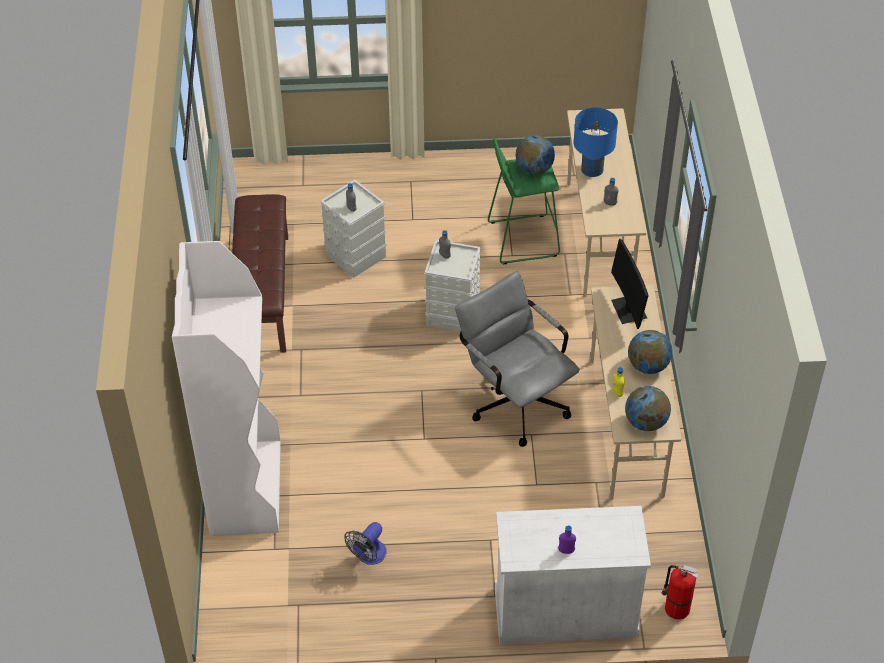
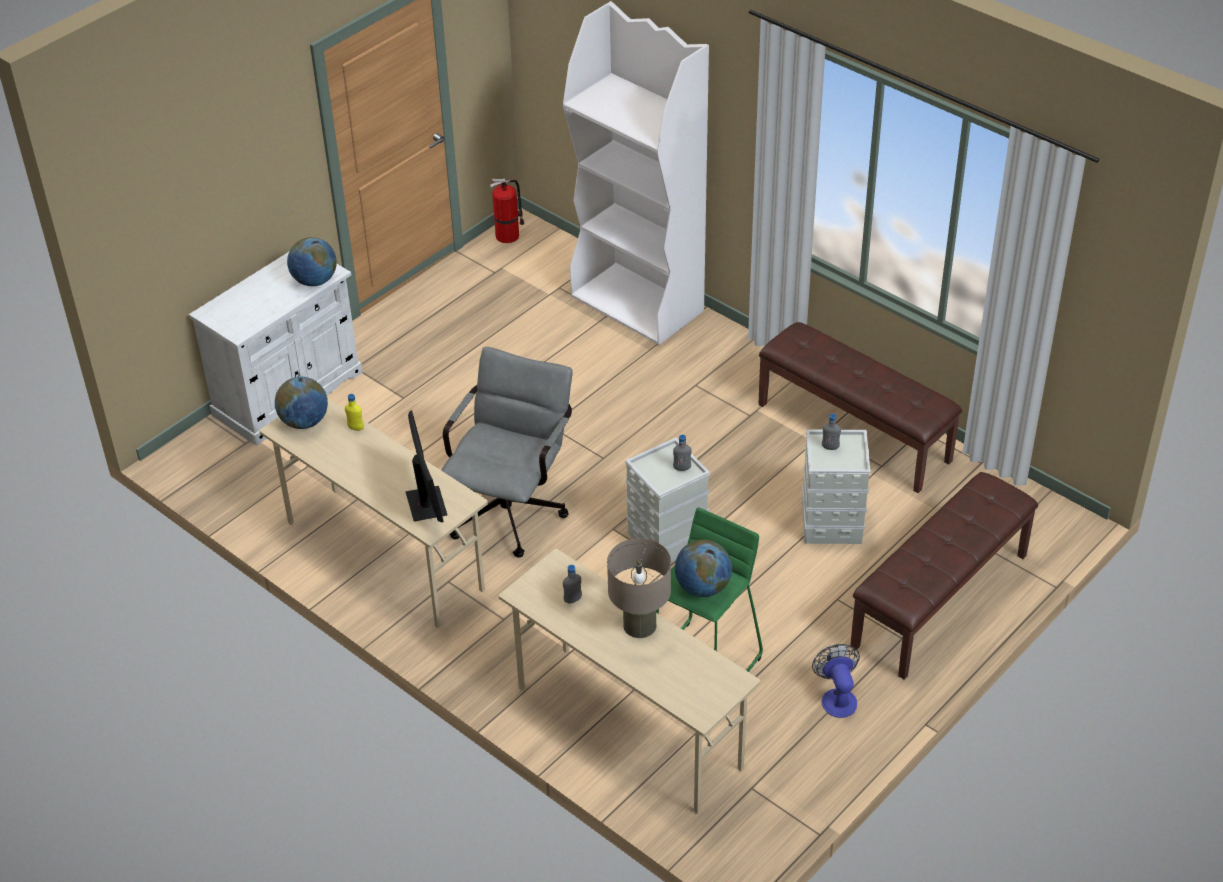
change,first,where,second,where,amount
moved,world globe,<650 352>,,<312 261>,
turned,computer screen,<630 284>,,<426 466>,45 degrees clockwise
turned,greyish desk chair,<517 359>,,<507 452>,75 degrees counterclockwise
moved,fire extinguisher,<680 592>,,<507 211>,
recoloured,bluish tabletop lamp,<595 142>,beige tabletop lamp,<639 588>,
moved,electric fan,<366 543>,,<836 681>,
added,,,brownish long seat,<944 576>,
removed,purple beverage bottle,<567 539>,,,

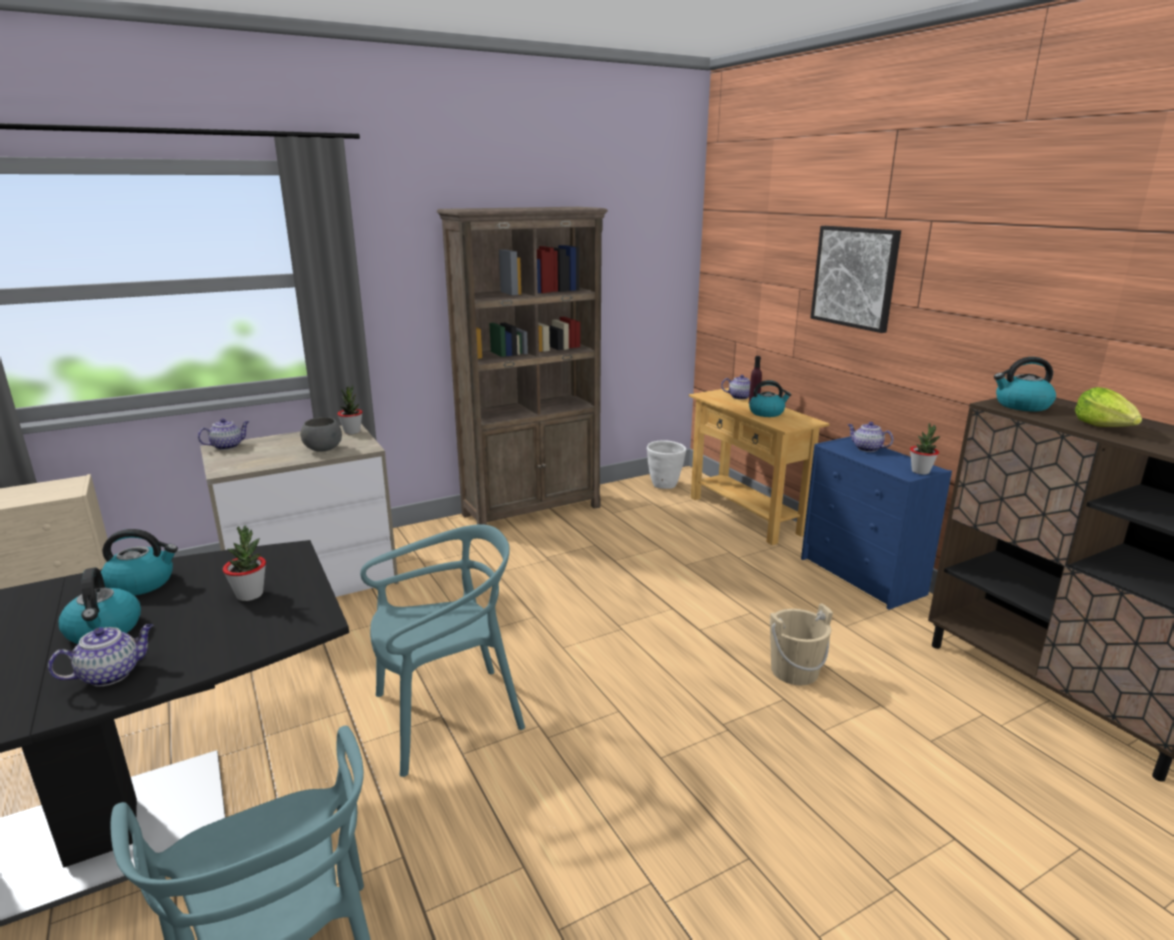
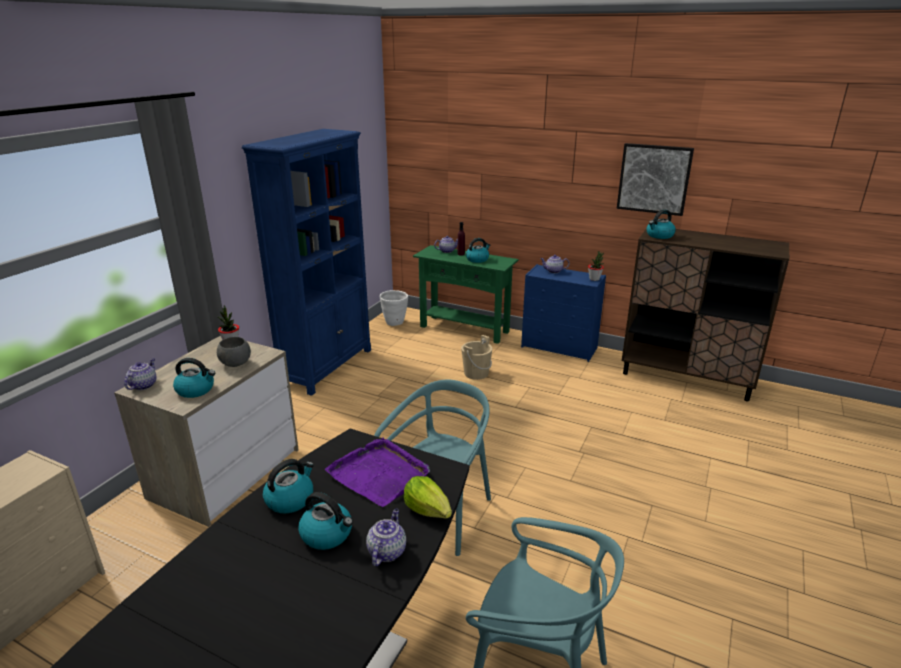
change,first,where,second,where,amount
added,,,kettle,<194 378>,
recoloured,brownish shelving unit,<522 366>,bluish shelving unit,<306 262>,
replaced,houseplant,<244 563>,purple tray,<377 472>,
moved,lettuce,<1108 407>,,<428 497>,
recoloured,beige narrow table,<759 466>,greenish narrow table,<466 294>,
moved,beige bucket,<801 644>,,<477 357>,
moved,wall art,<856 279>,,<655 179>,

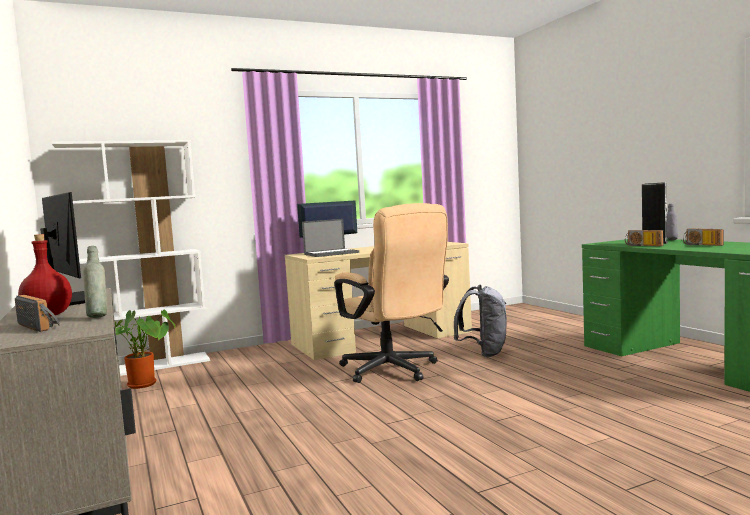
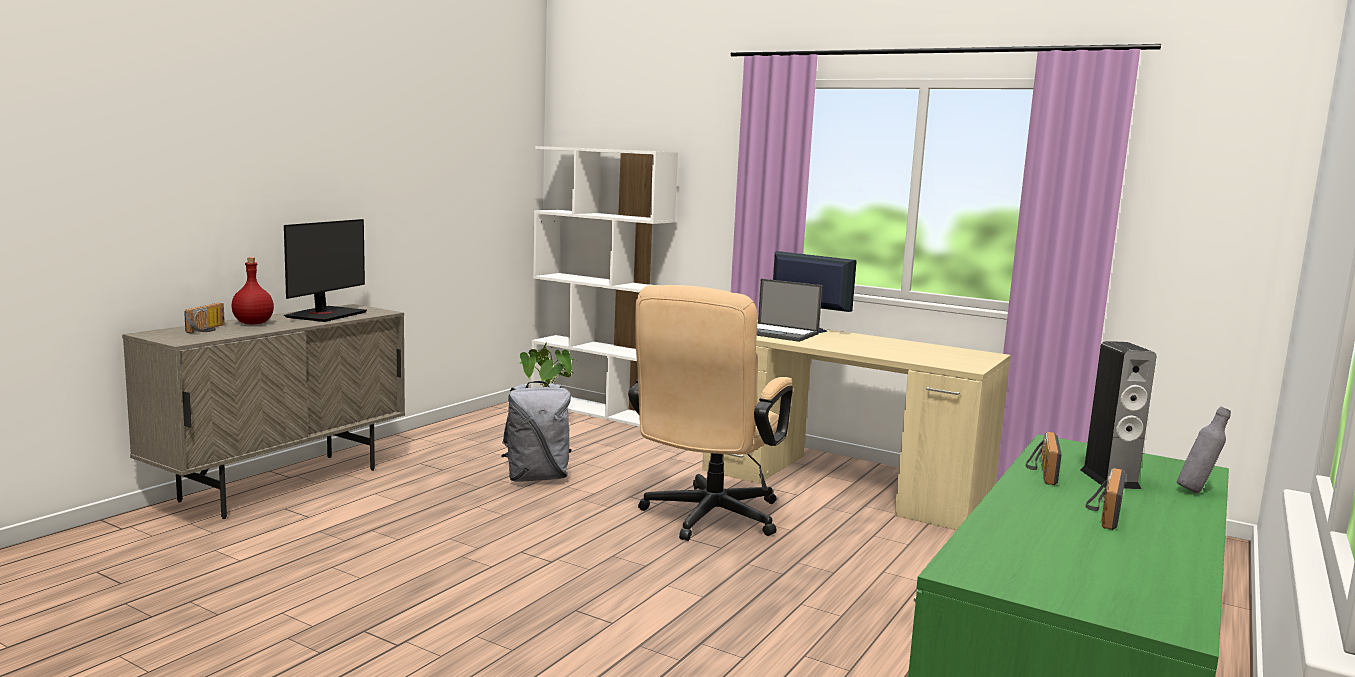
change,first,where,second,where,amount
moved,greyish rucksack,<480 321>,,<537 431>,
removed,greyish beverage bottle,<95 282>,,,

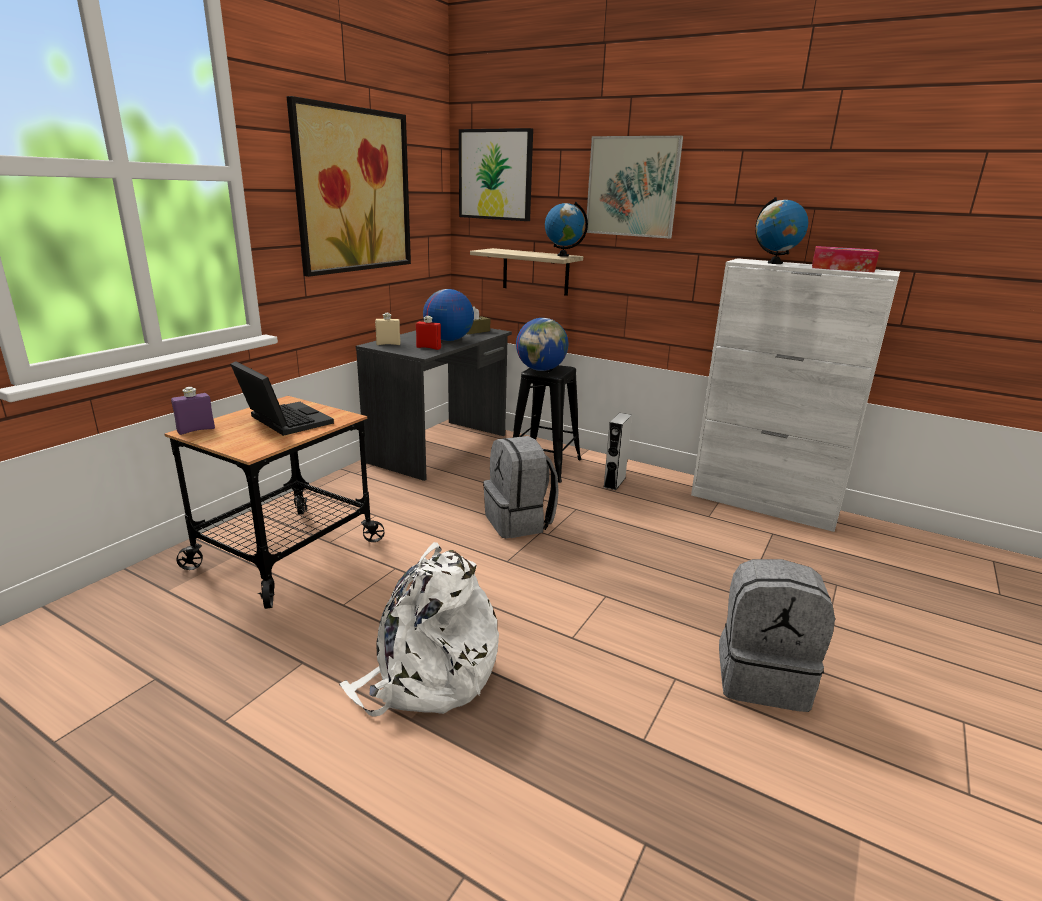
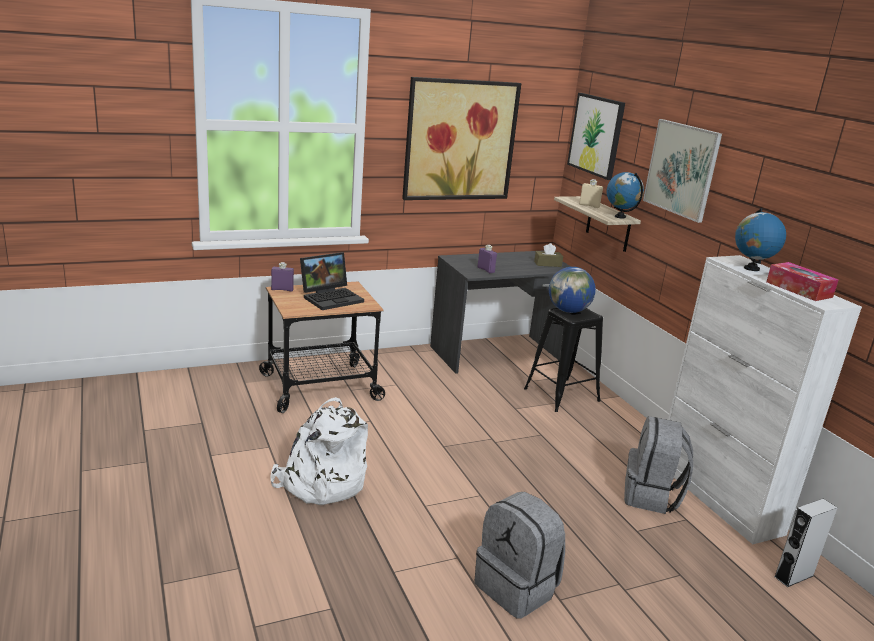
change,first,where,second,where,amount
turned,notebook computer,<282 398>,,<332 281>,60 degrees clockwise
recoloured,red beverage bottle,<428 333>,purple beverage bottle,<487 259>,
moved,beige beverage bottle,<387 329>,,<591 193>,
moved,greyish rucksack,<521 487>,,<658 465>,
moved,greyish audio speaker,<617 451>,,<805 543>,
removed,world globe,<448 315>,,,

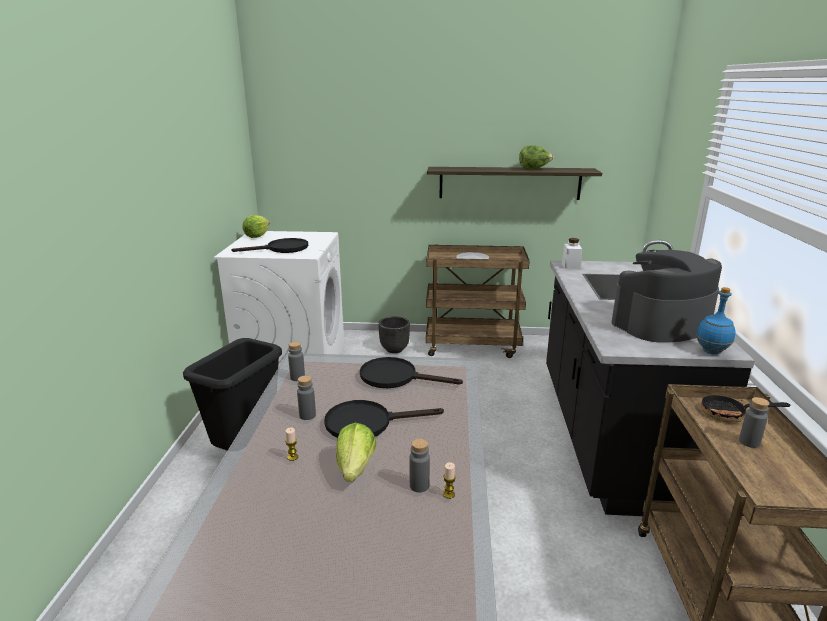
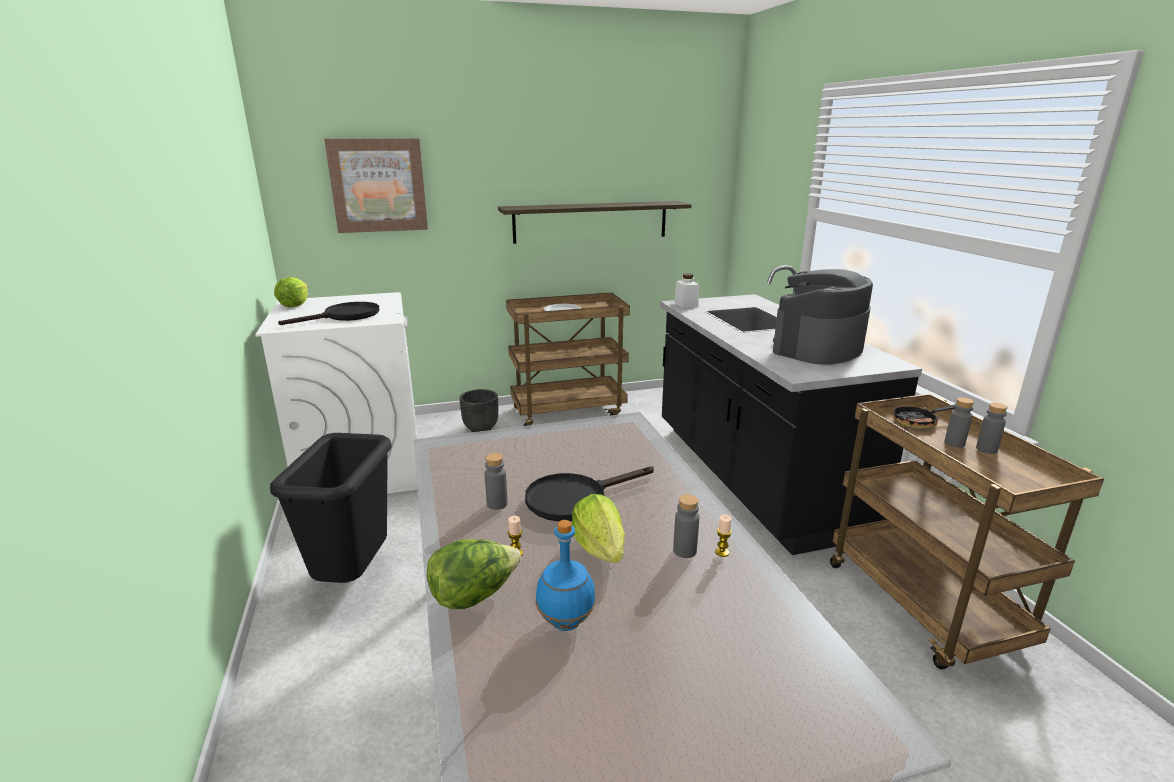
change,first,where,second,where,amount
added,,,wall art,<376 185>,
moved,lettuce,<536 157>,,<474 574>,
moved,bluish beverage bottle,<716 321>,,<566 575>,
moved,greyish beverage bottle,<296 361>,,<992 428>,
removed,blackish pan,<411 372>,,,

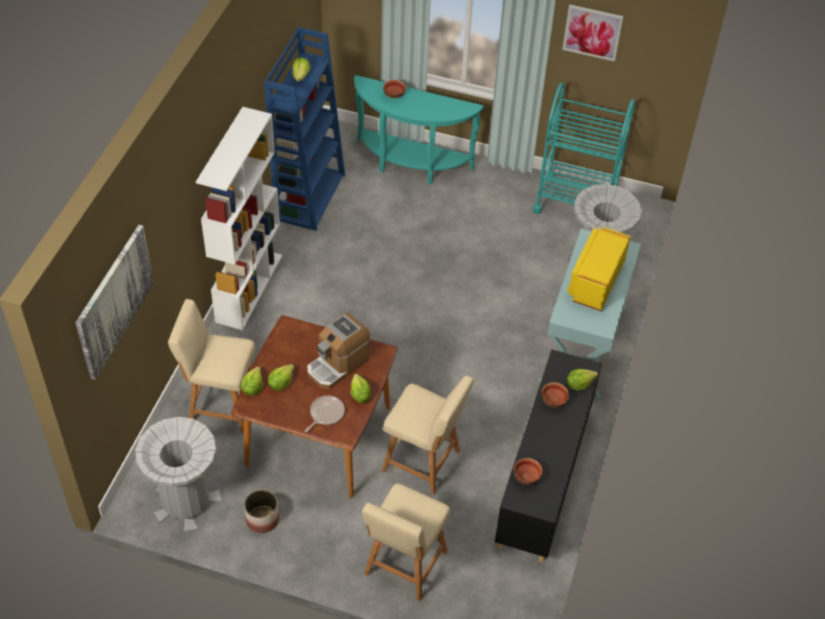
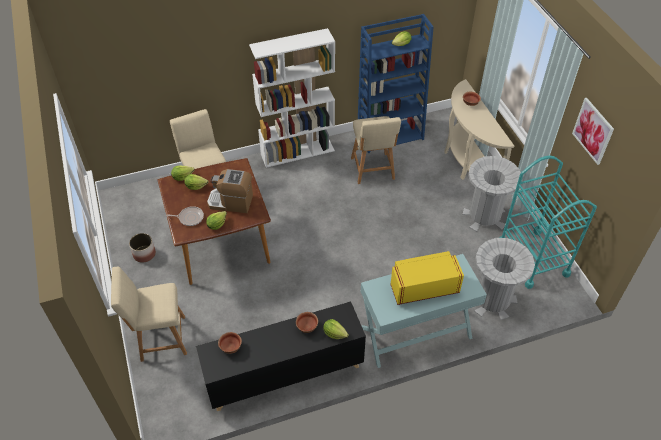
change,first,where,second,where,amount
moved,beige stool,<428 435>,,<376 150>,
recoloured,turquoise narrow table,<419 129>,beige narrow table,<479 129>,
moved,greyish trash can,<178 474>,,<491 194>,
removed,wall art,<114 302>,,,

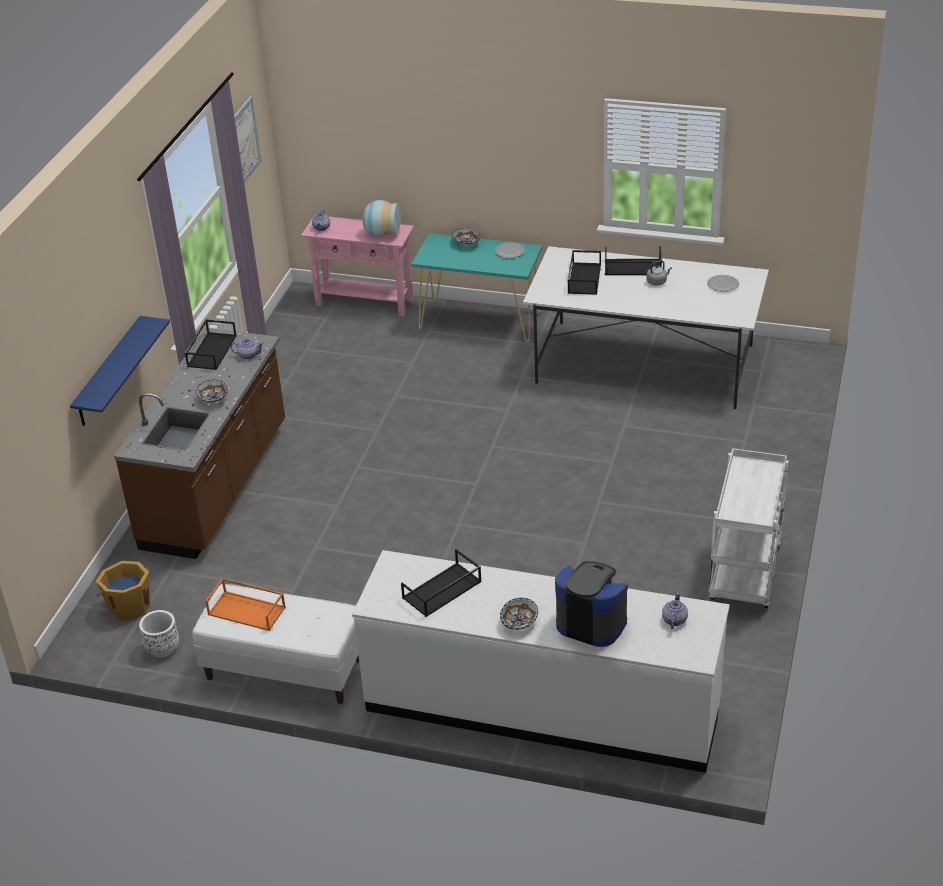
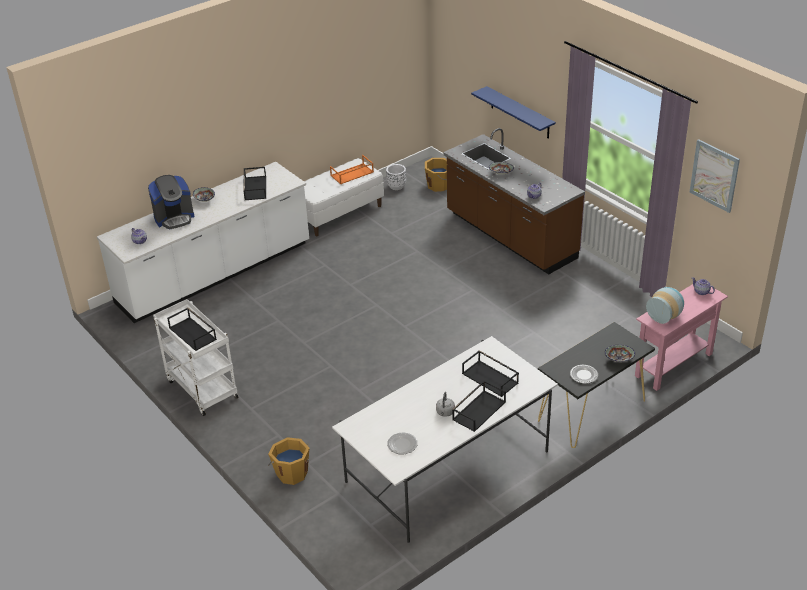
change,first,where,second,where,amount
moved,blackish tray,<211 344>,,<192 329>,
added,,,orange-coloured bucket,<288 461>,
recoloured,turquoise narrow table,<476 287>,blackish narrow table,<596 385>,

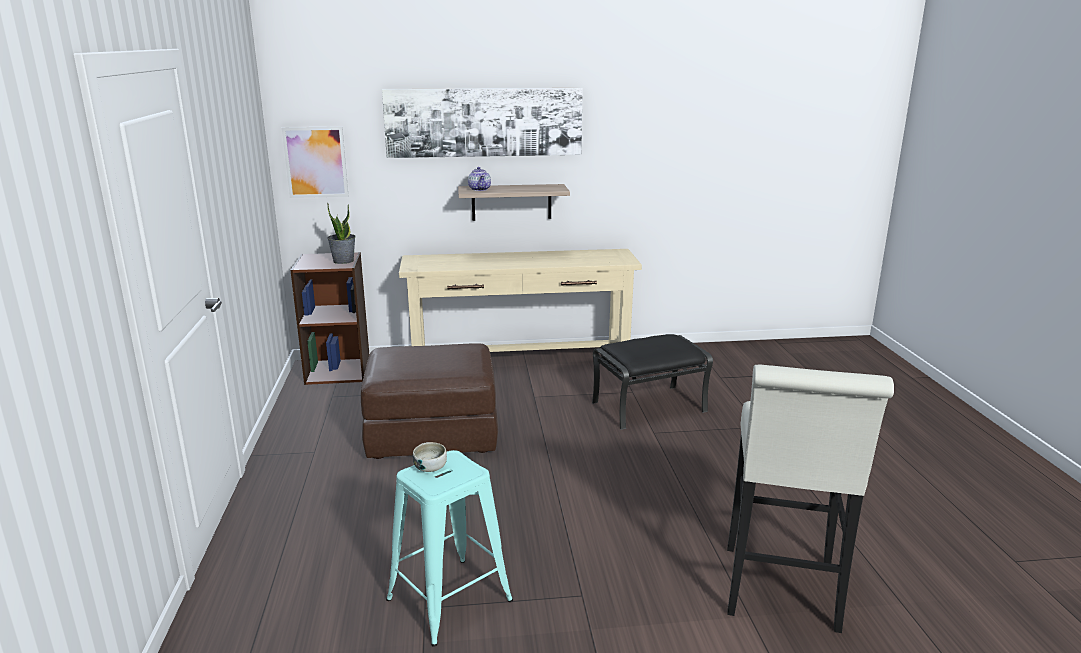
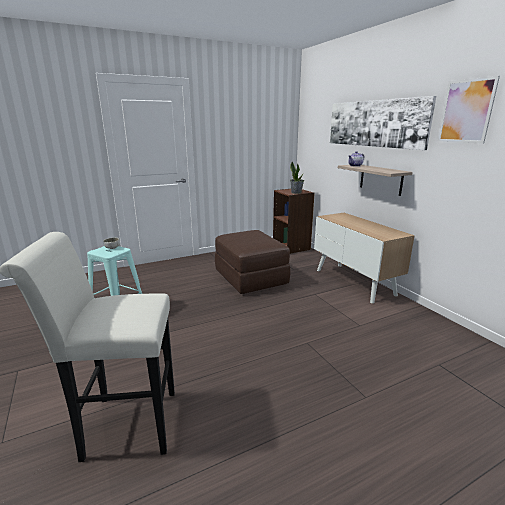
change,first,where,second,where,amount
replaced,beige narrow table,<520 300>,cupboard,<364 258>,
moved,wall art,<315 162>,,<469 110>,
removed,blackish footrest,<652 382>,,,

